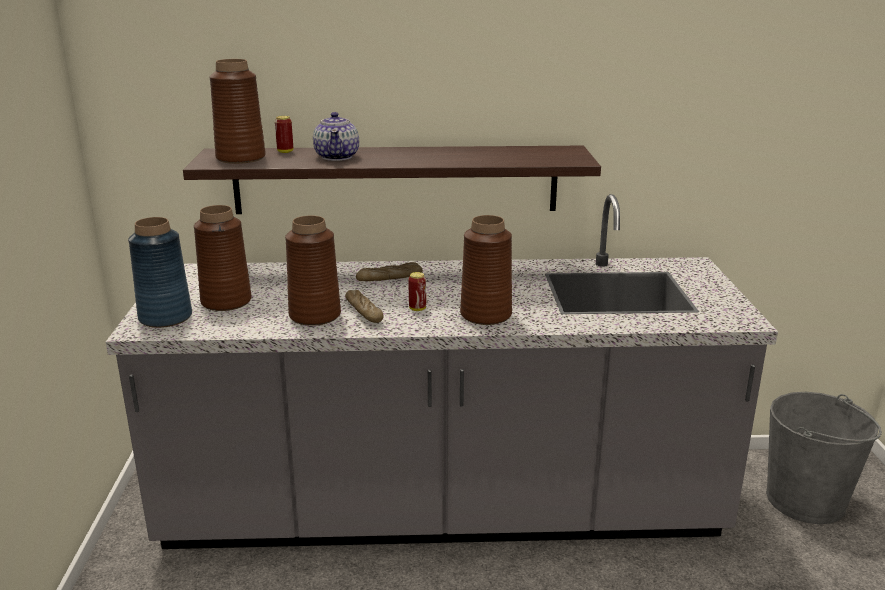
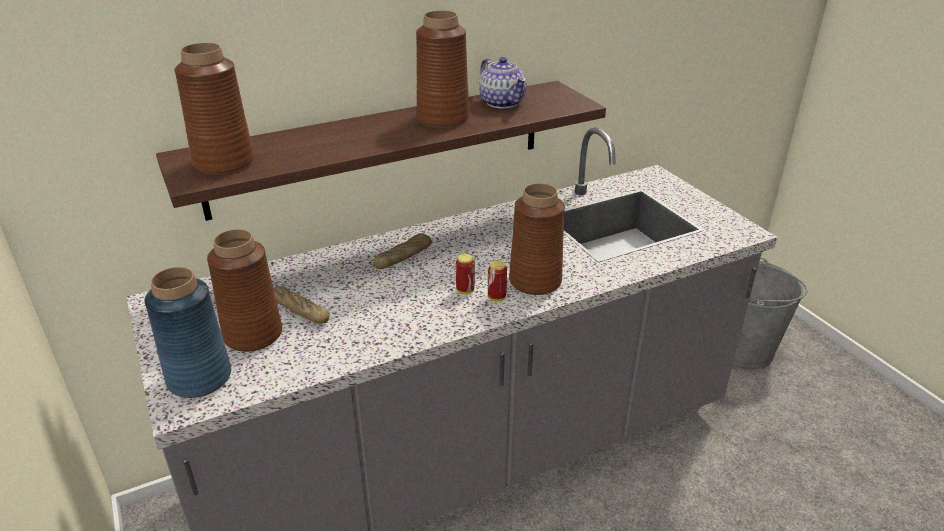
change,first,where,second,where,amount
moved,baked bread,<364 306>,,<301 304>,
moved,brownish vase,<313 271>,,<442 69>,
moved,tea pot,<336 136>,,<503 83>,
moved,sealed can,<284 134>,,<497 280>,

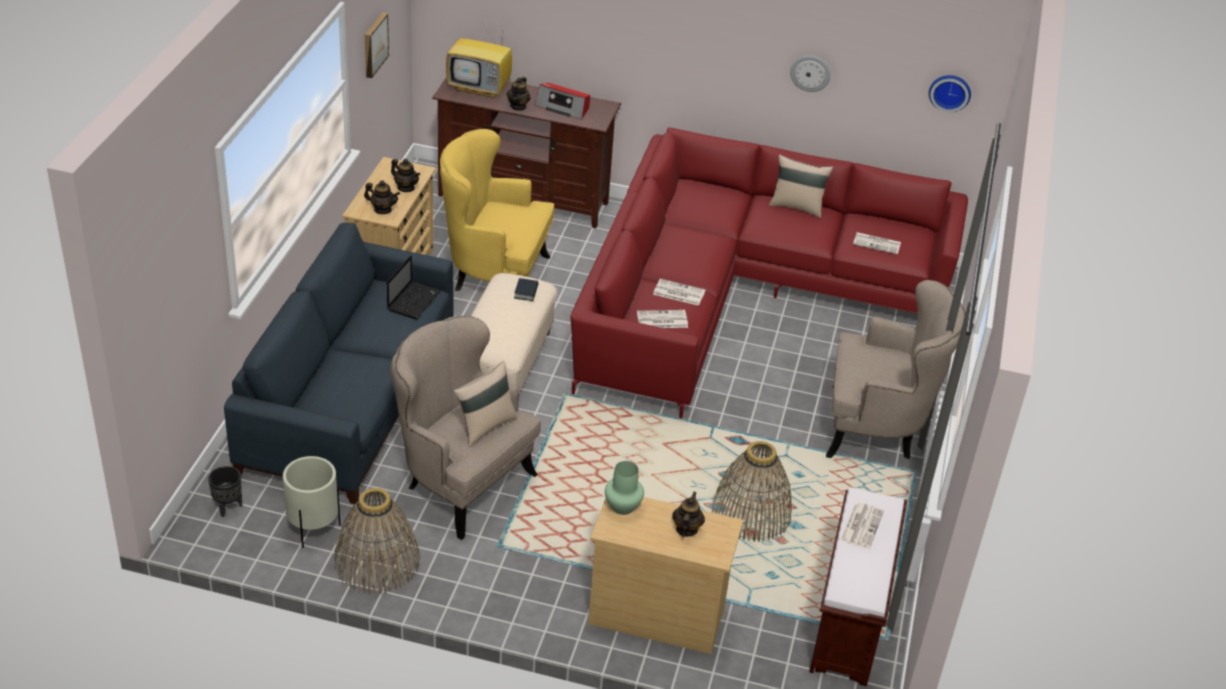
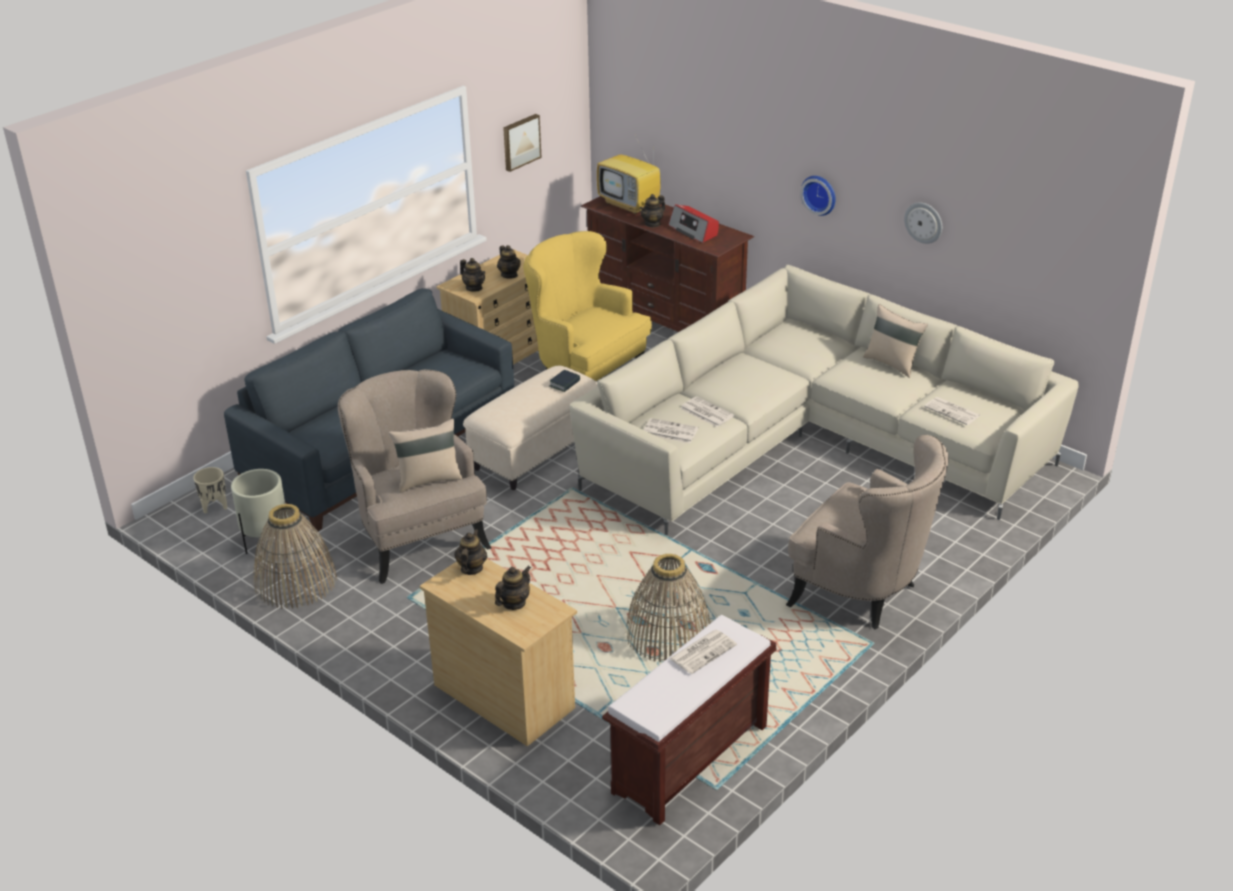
change,first,where,second,where,amount
recoloured,blackish planter,<225 491>,beige planter,<210 490>,
replaced,greenish vase,<624 488>,tea pot,<471 552>,
recoloured,red sofa,<769 272>,beige sofa,<824 400>,
moved,wall clock,<950 93>,,<818 196>,
removed,notebook computer,<413 287>,,,

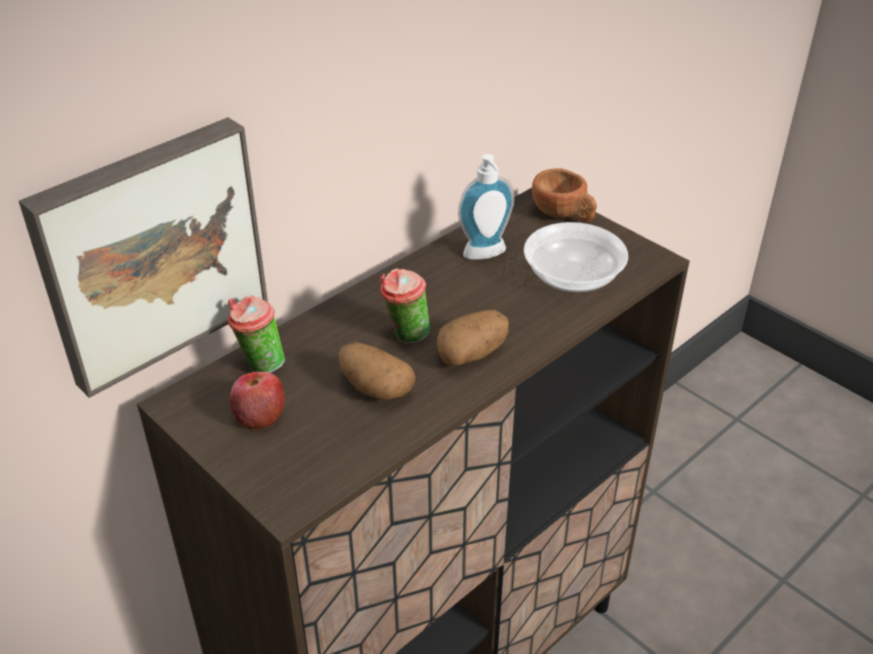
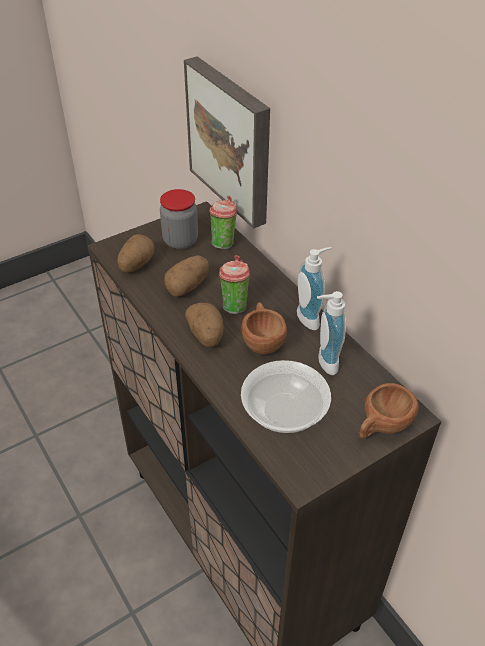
change,first,where,second,where,amount
added,,,spud,<136 253>,
replaced,whole apple,<257 401>,jar,<179 219>,
added,,,brownish cup,<264 328>,
added,,,soap dispenser,<314 288>,

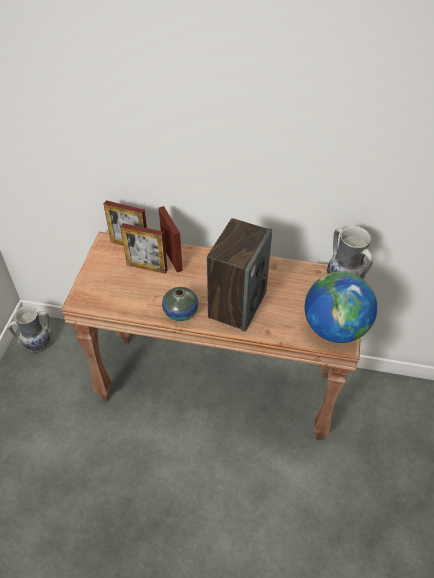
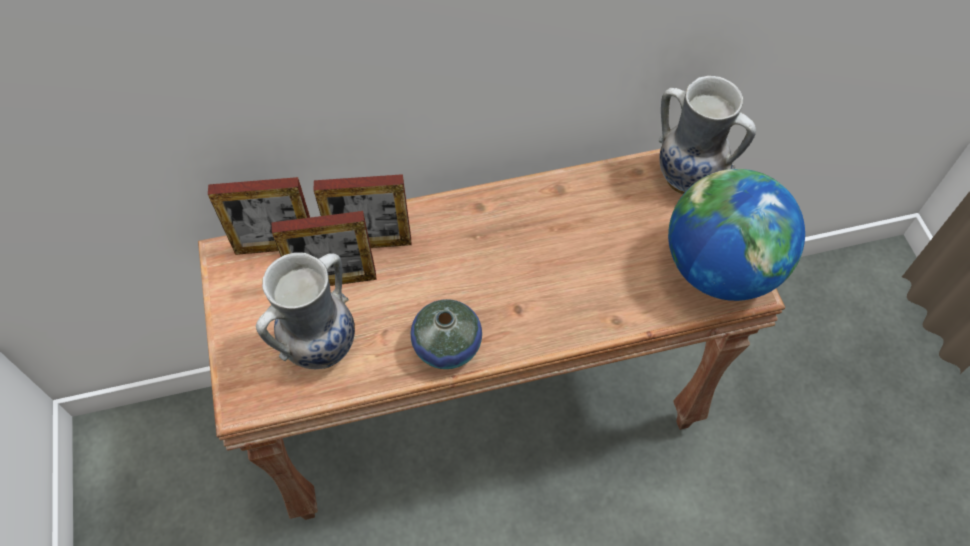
change,first,where,second,where,amount
moved,vase,<29 329>,,<305 311>,
turned,picture frame,<170 239>,,<362 211>,135 degrees clockwise
removed,audio speaker,<239 275>,,,

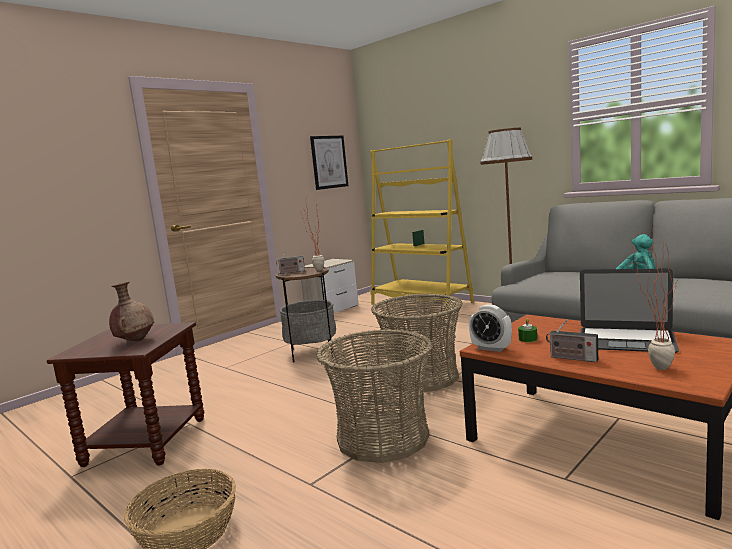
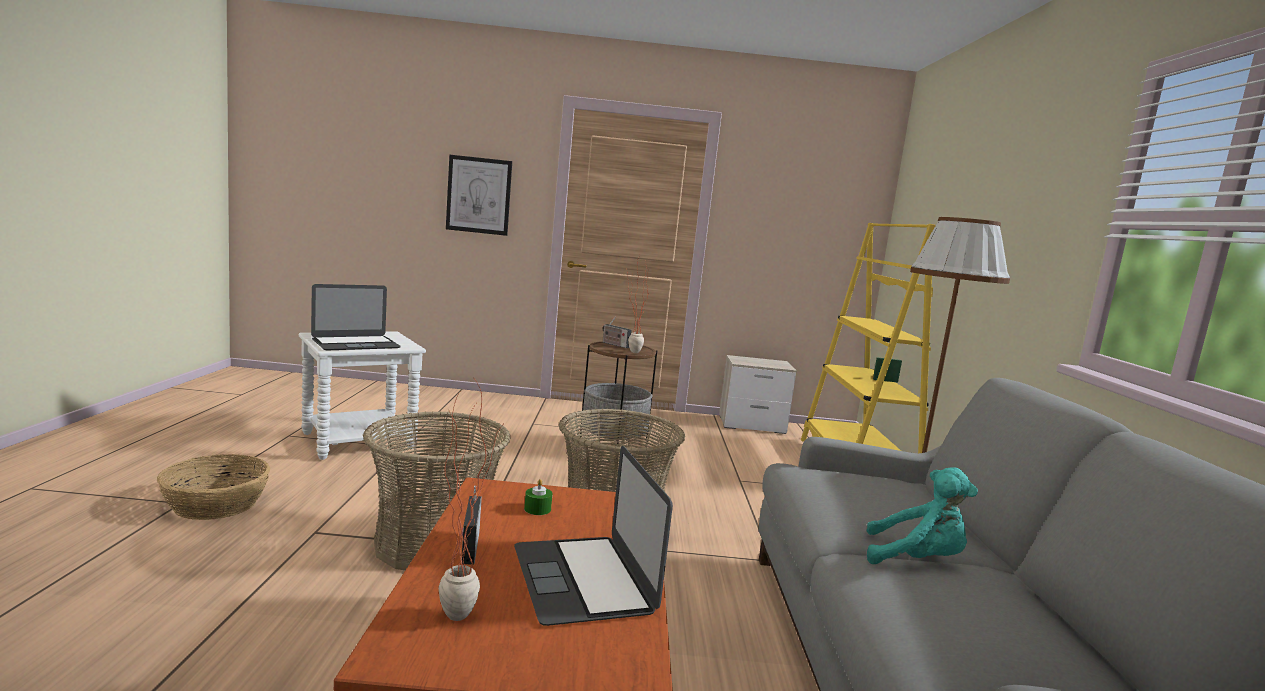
change,first,where,second,where,amount
recoloured,brownish end table,<125 394>,whitish end table,<362 395>,
replaced,brownish vase,<131 311>,notebook computer,<356 317>,
moved,wall art,<329 162>,,<479 195>,
removed,alarm clock,<490 328>,,,

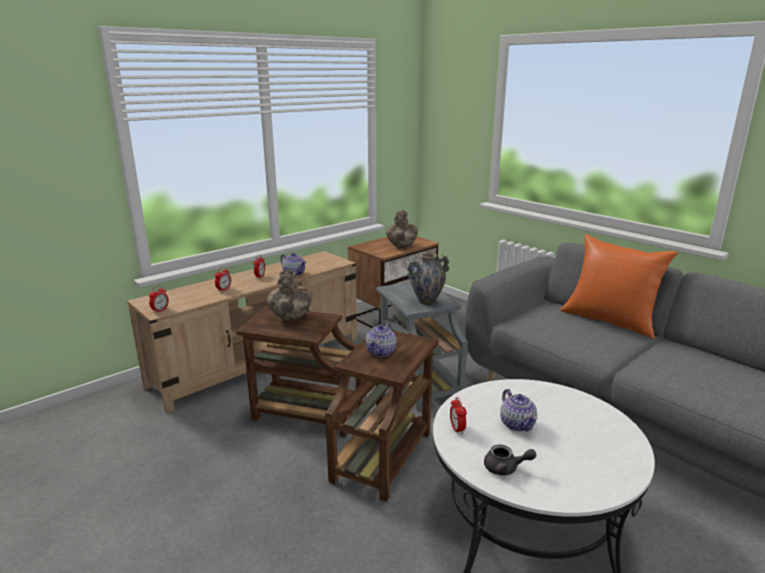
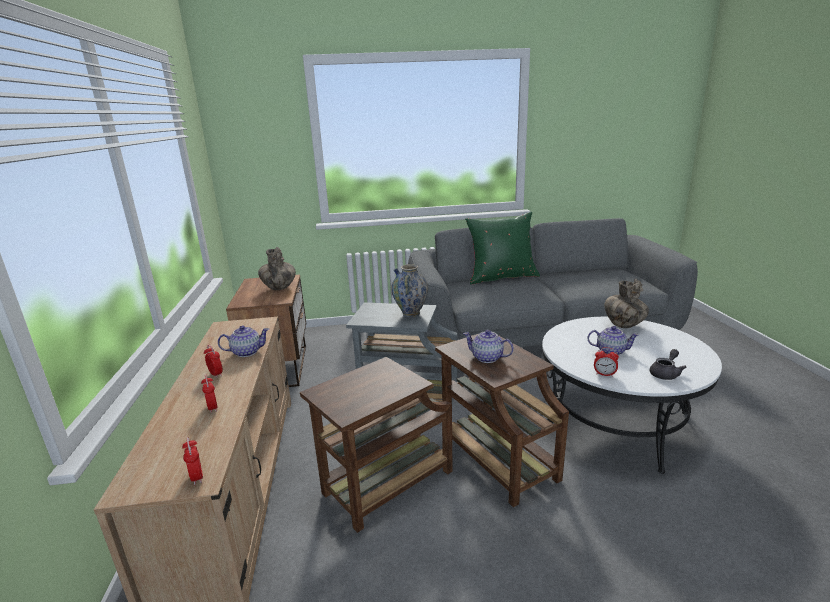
change,first,where,second,where,amount
turned,tea pot,<381 340>,,<488 346>,150 degrees clockwise
recoloured,orange-coloured cushion,<619 286>,greenish cushion,<502 248>,
moved,vase,<289 295>,,<626 303>,

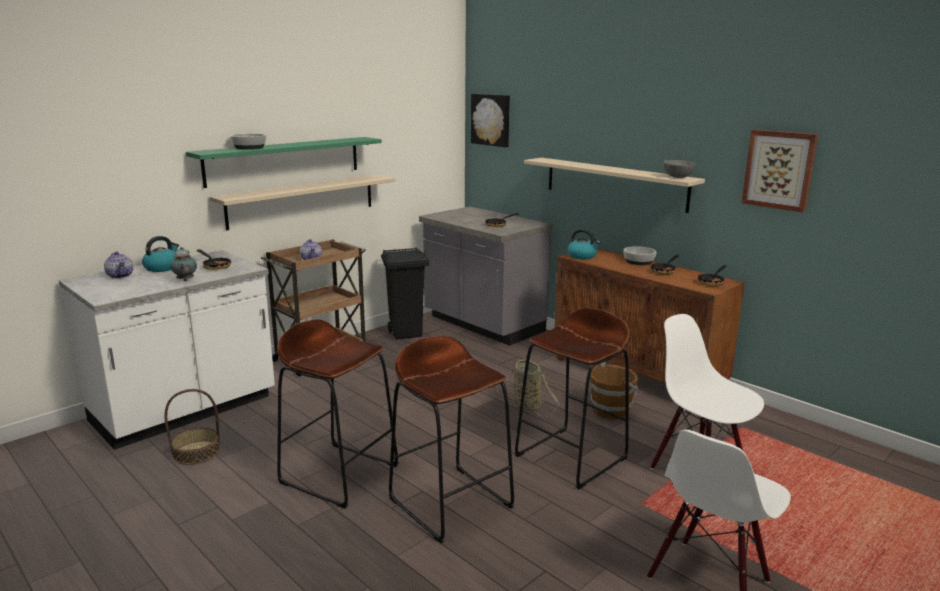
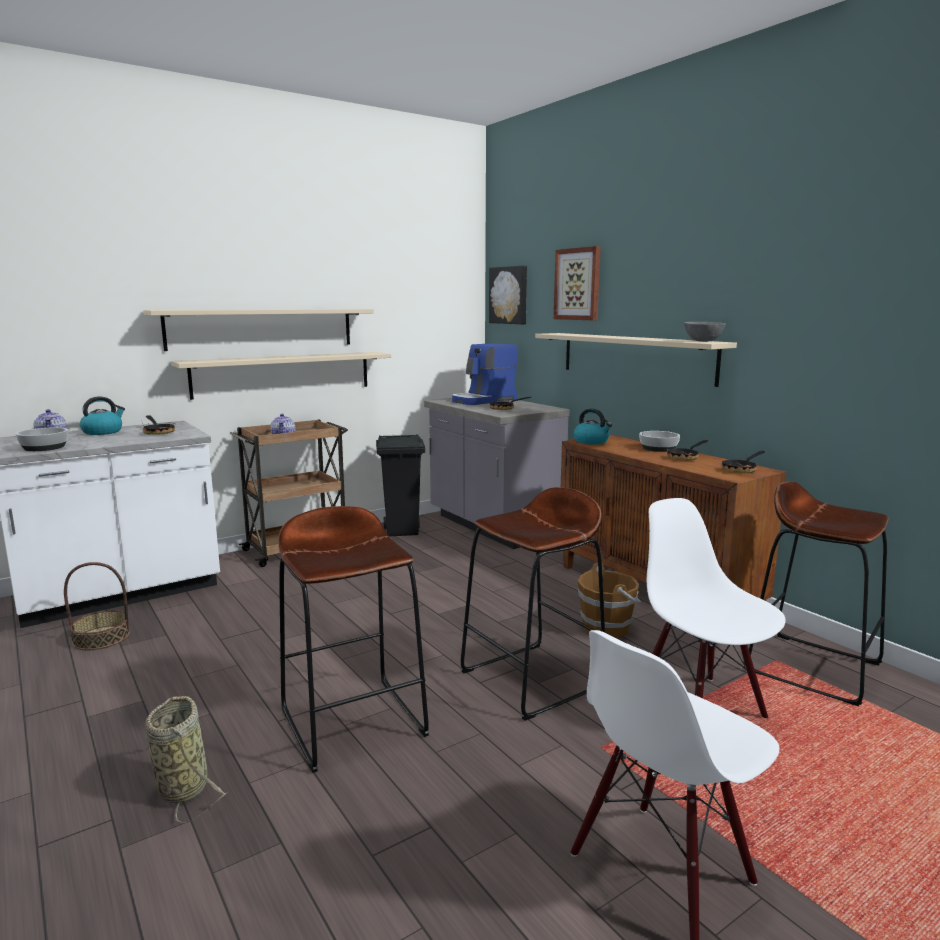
change,first,where,second,where,amount
moved,deep dish,<248 141>,,<41 439>,
recoloured,greenish wall shelf,<284 162>,beige wall shelf,<258 330>,
moved,storage basket,<528 388>,,<185 760>,
added,,,coffee brewer,<485 374>,
moved,wall art,<780 170>,,<577 283>,
moved,brownish stool,<338 414>,,<819 593>,
removed,tea pot,<184 264>,,,

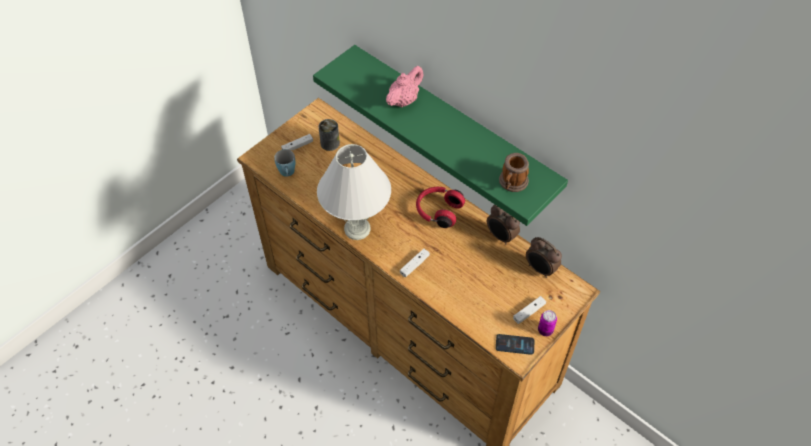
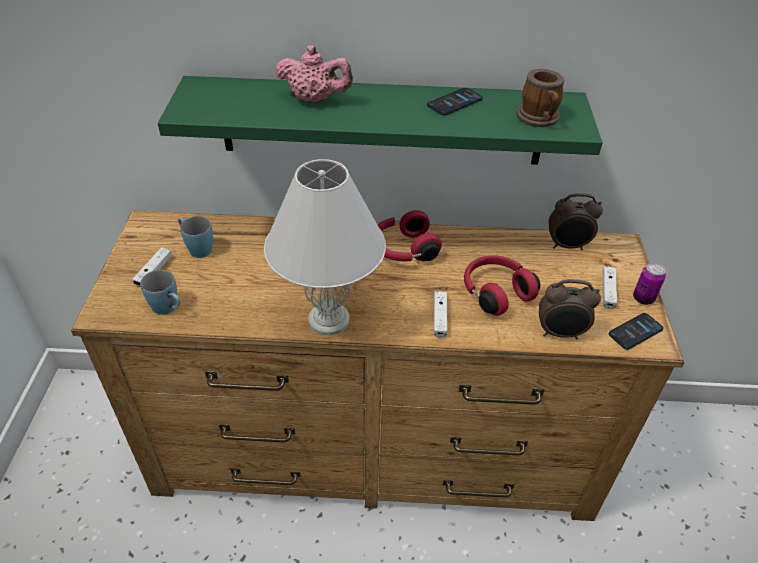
change,first,where,second,where,amount
replaced,sealed can,<329 135>,bluish tea mug,<195 237>,
turned,pink tea pot,<404 87>,,<314 74>,105 degrees clockwise
added,,,telephone,<455 102>,
added,,,red headphones,<502 285>,
moved,alarm clock,<503 225>,,<570 309>,

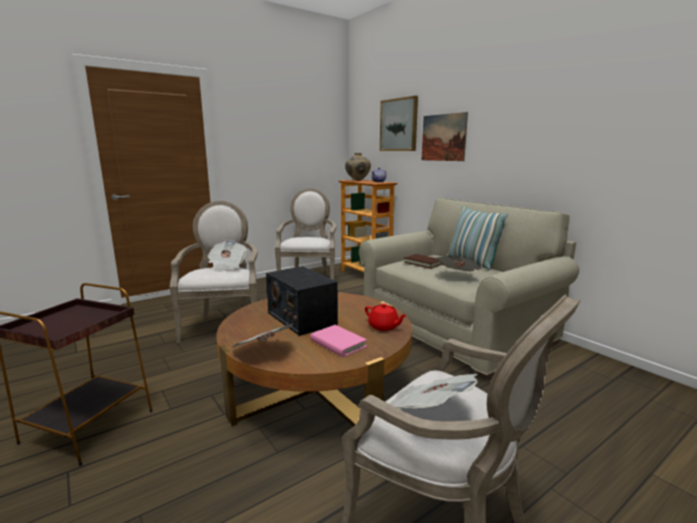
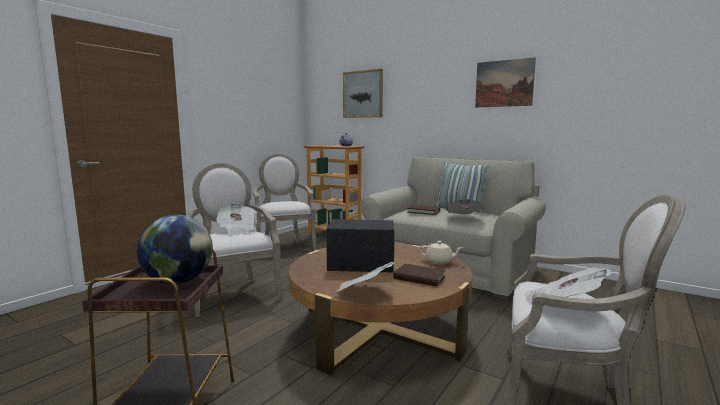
change,first,where,second,where,amount
added,,,world globe,<175 249>,
turned,radio,<302 301>,,<360 246>,150 degrees clockwise
recoloured,pink book,<338 341>,brownish book,<419 275>,
recoloured,red tea pot,<386 317>,beige tea pot,<441 253>,
moved,wall art,<445 136>,,<505 82>,
removed,beige vase,<358 167>,,,

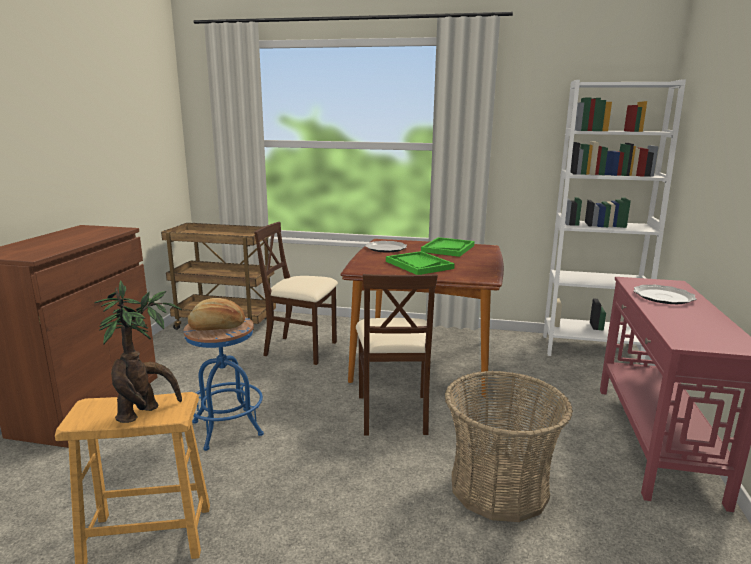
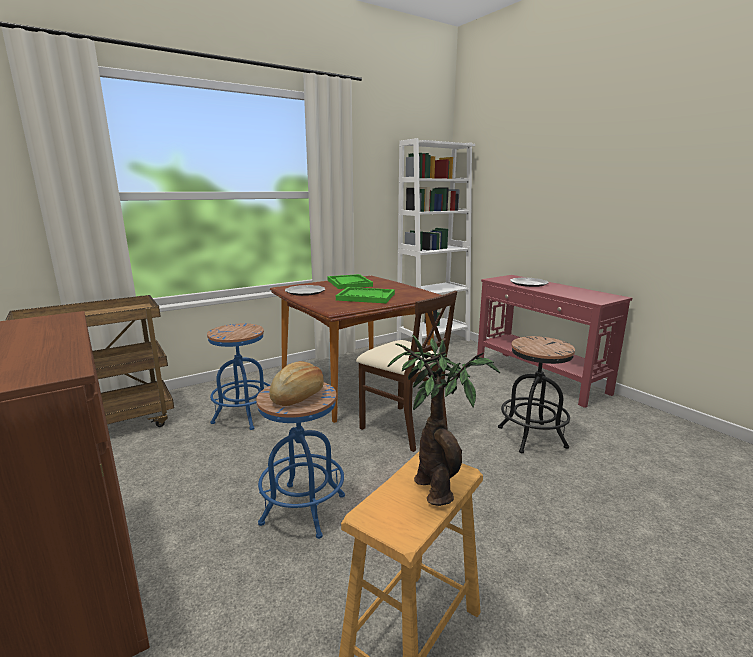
change,first,where,second,where,amount
replaced,beige upright chair,<296 293>,bluish stool,<238 377>,
replaced,storage basket,<509 446>,blackish stool,<536 394>,

